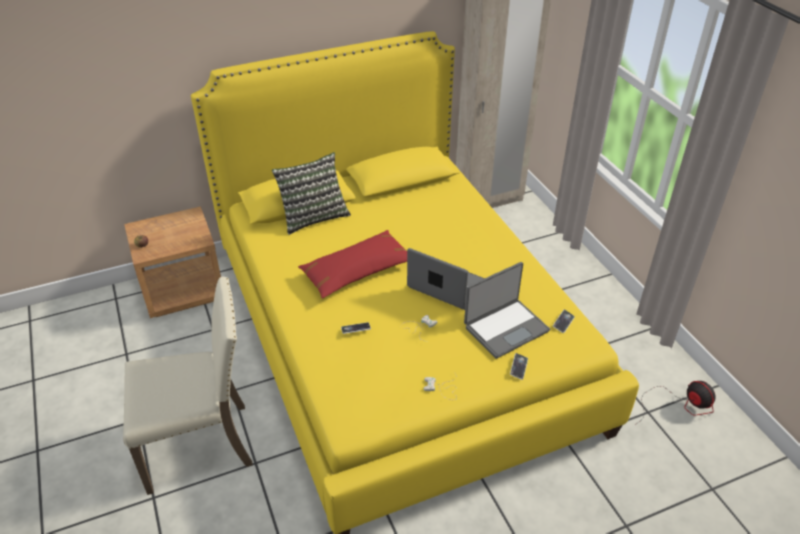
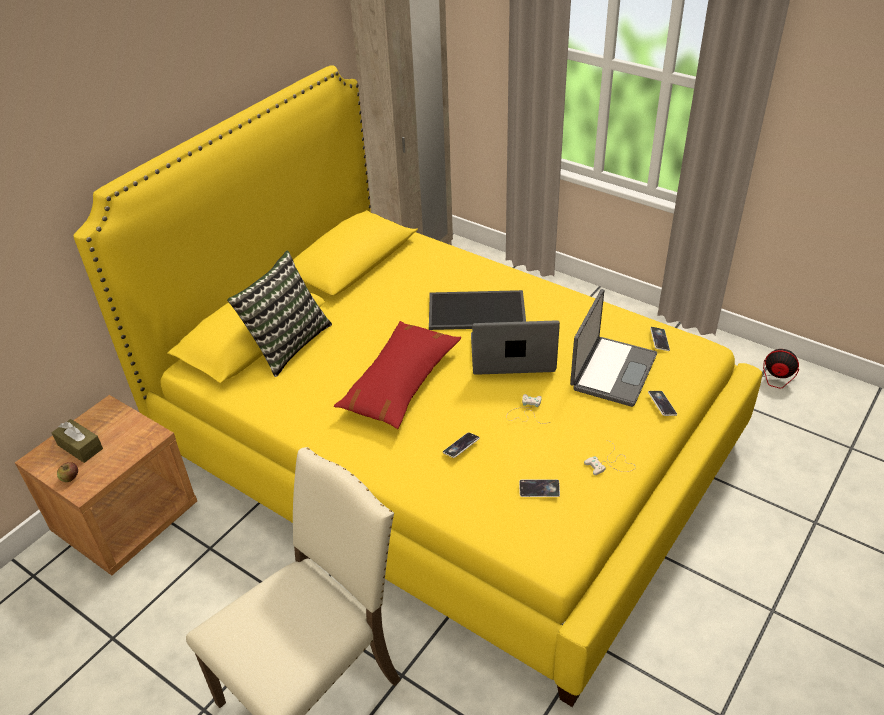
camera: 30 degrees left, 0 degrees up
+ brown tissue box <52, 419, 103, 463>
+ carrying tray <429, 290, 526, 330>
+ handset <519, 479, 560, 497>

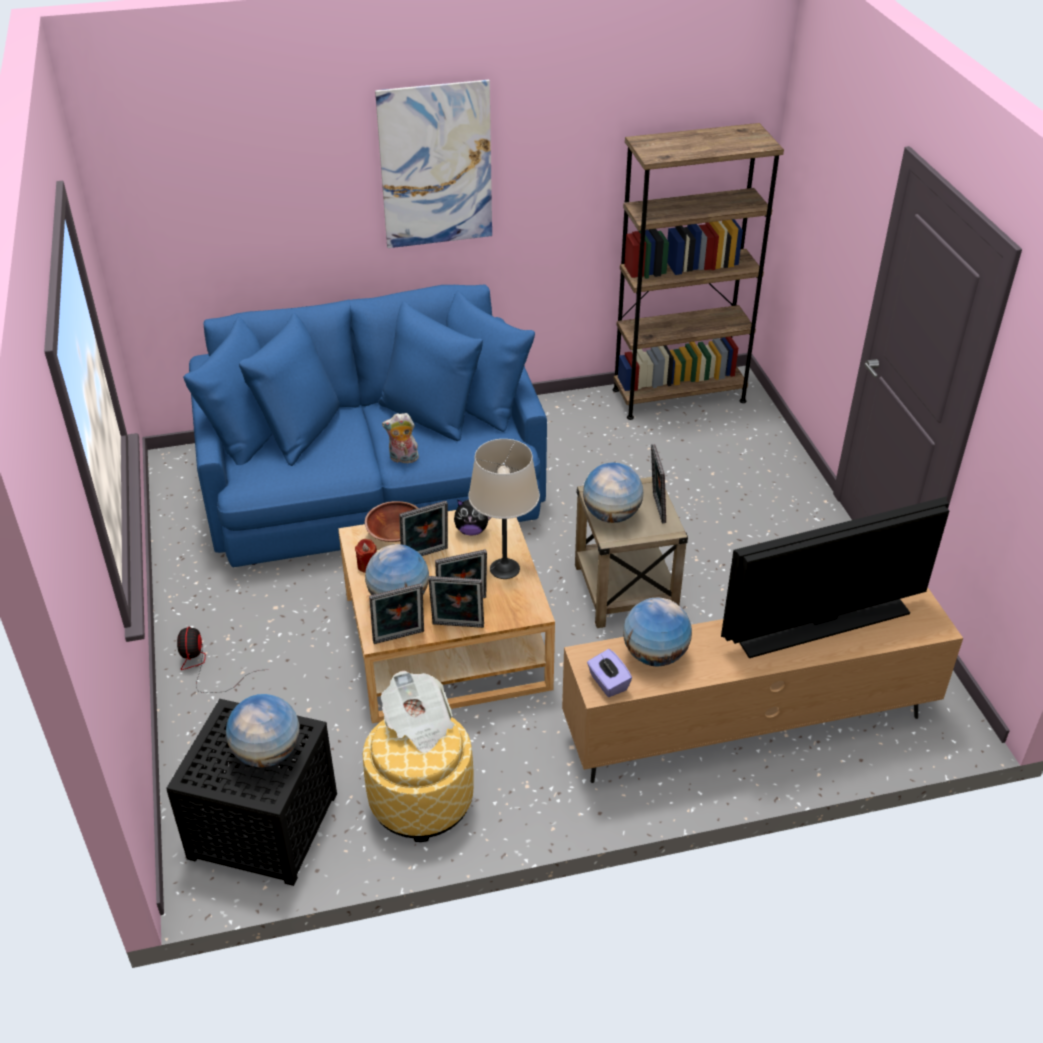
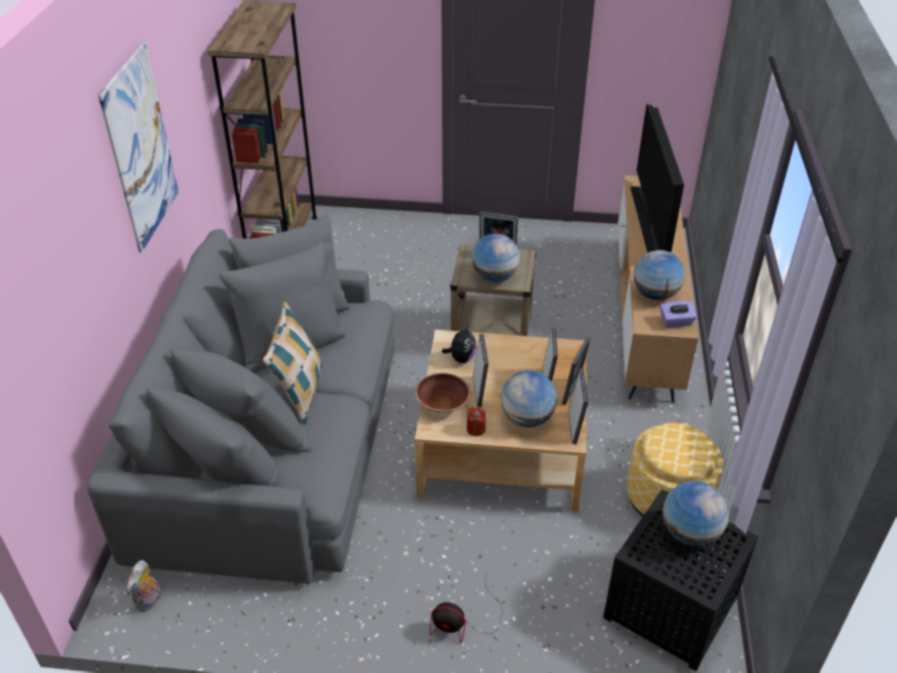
camera: 70 degrees left, 0 degrees up
- newspaper <381, 671, 454, 753>
- beige-coloured tabletop lamp <468, 439, 540, 579>
+ pillow <263, 302, 323, 425>
~ cuddly toy <382, 413, 420, 463> to <126, 560, 161, 612>
~ blue-coloured settee <183, 285, 547, 567> to gray settee <87, 215, 394, 583>

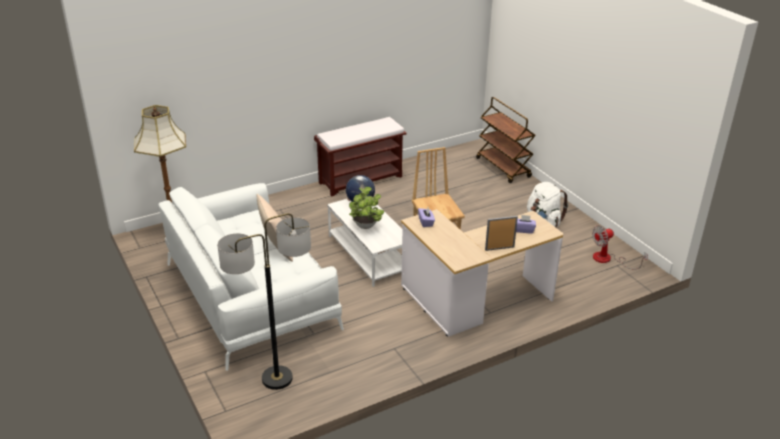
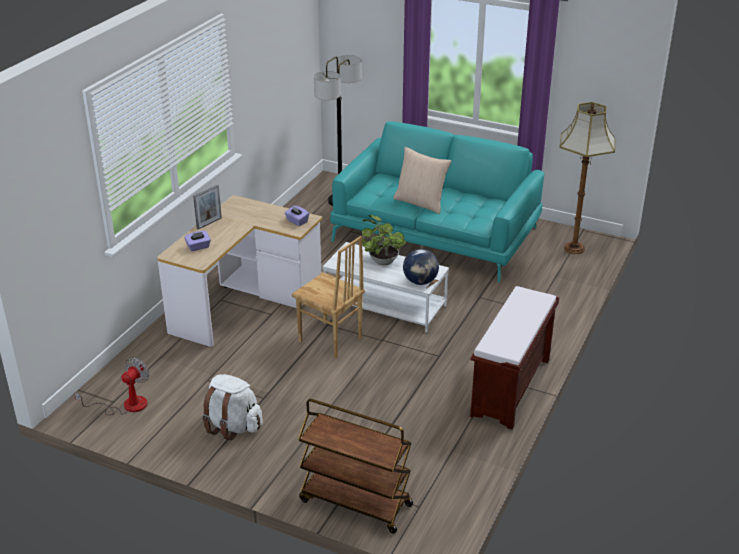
camera: 145 degrees right, 0 degrees up
~ white-coloured settee <159, 183, 344, 371> to blue-green settee <330, 121, 545, 282>

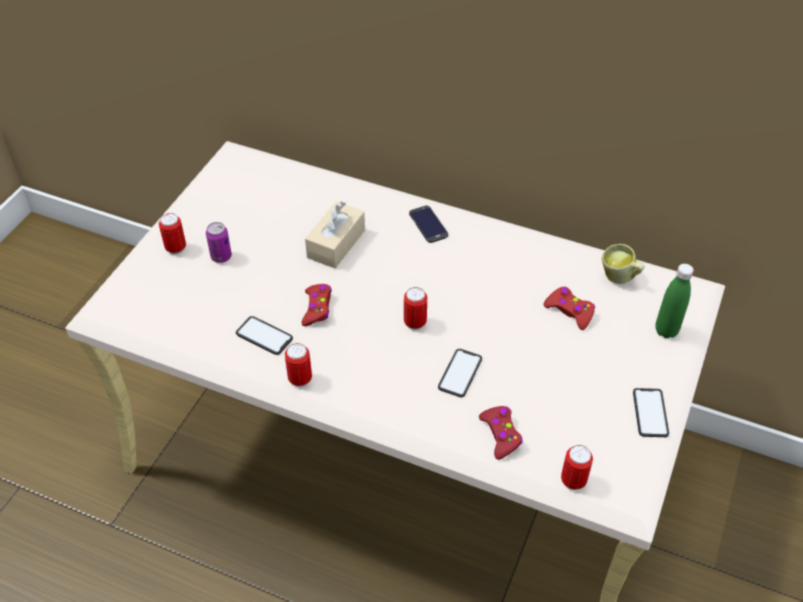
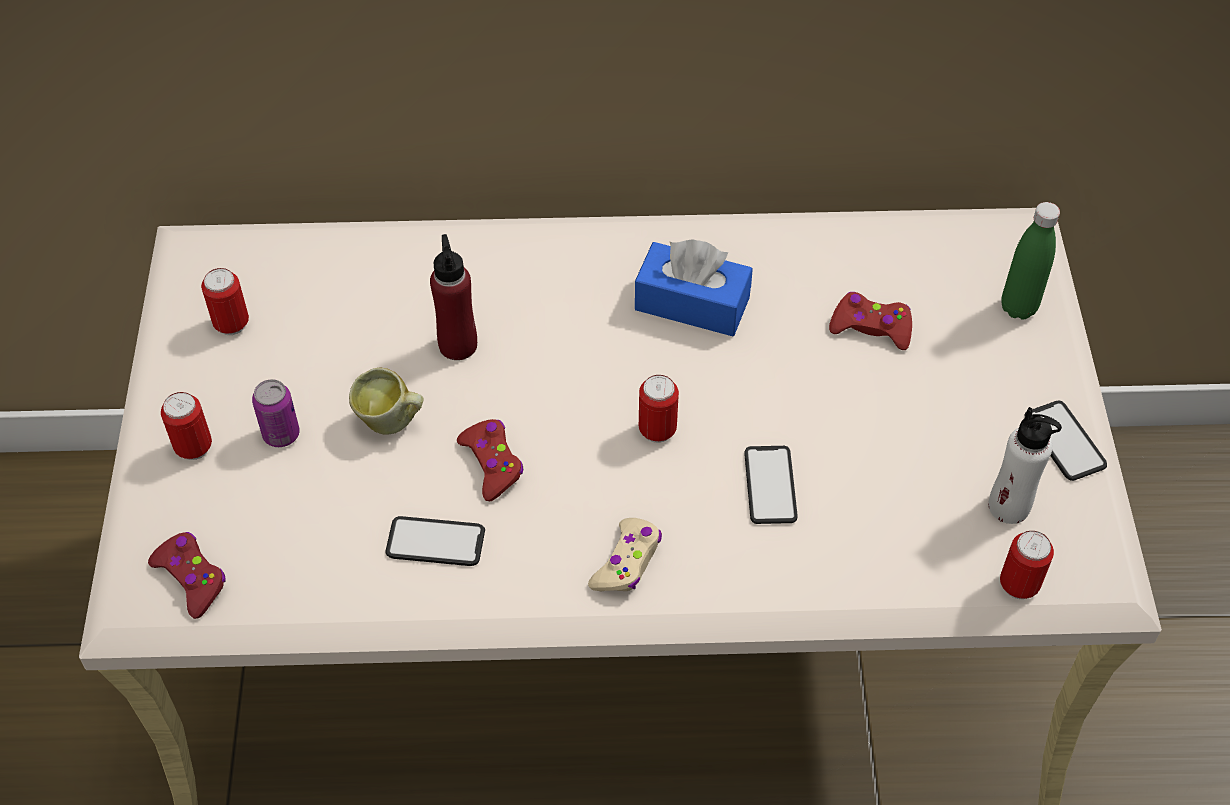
camera: 25 degrees left, 5 degrees up
- handset <409, 205, 448, 243>
+ beige-coloured game controller <588, 518, 662, 591>
+ blue-coloured tissue box <635, 239, 753, 336>
+ white-coloured bottle <988, 407, 1062, 524>
~ metal can <285, 343, 312, 387> to <201, 268, 249, 335>
~ red-coloured game controller <479, 406, 523, 460> to <148, 532, 225, 619>
~ mug <602, 244, 644, 284> to <349, 368, 424, 435>
~ beige-coloured tissue box <305, 201, 365, 269> to red-coloured bottle <430, 234, 477, 360>

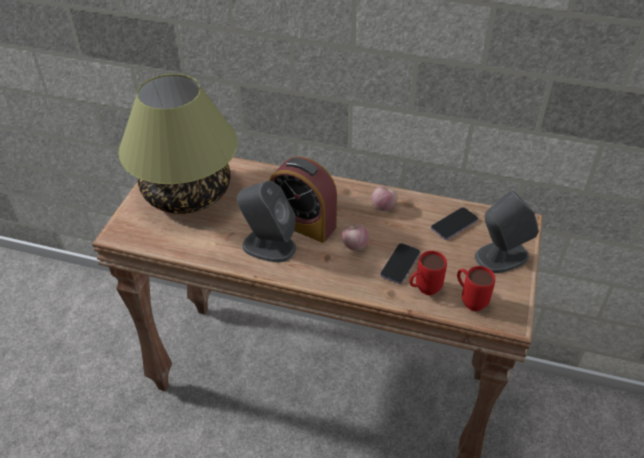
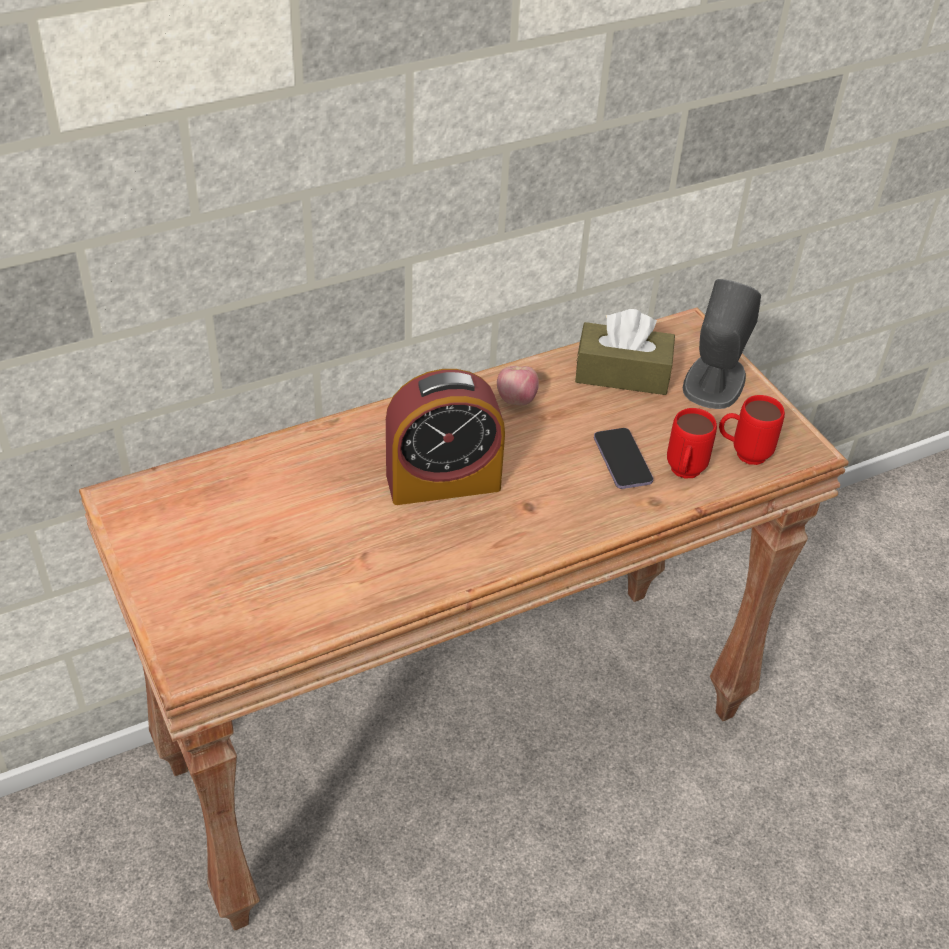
camera: 45 degrees left, 0 degrees up
- tabletop lamp <119, 74, 238, 214>
- gray loudspeaker <236, 181, 296, 262>
- apple <342, 224, 369, 250>
~ handset <431, 207, 478, 240> to brown tissue box <575, 309, 675, 395>

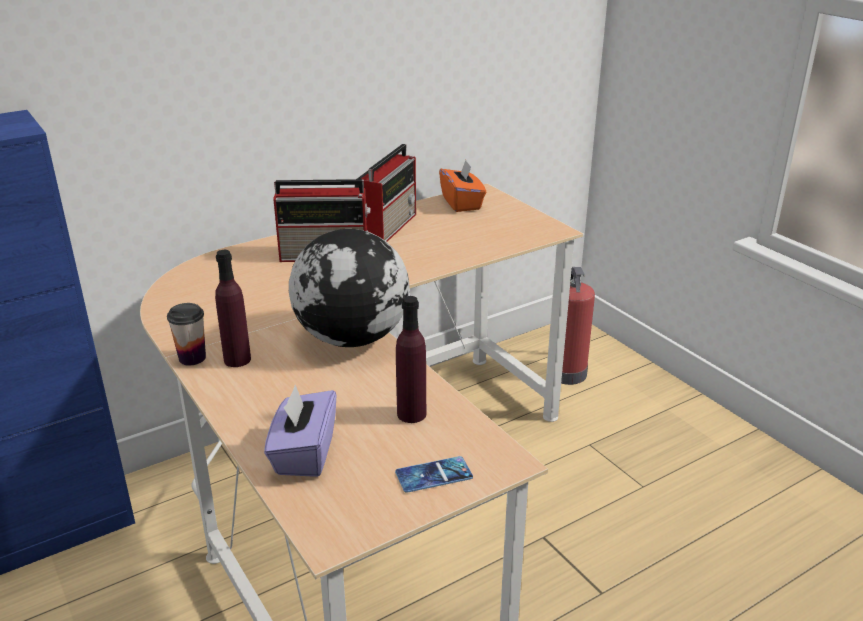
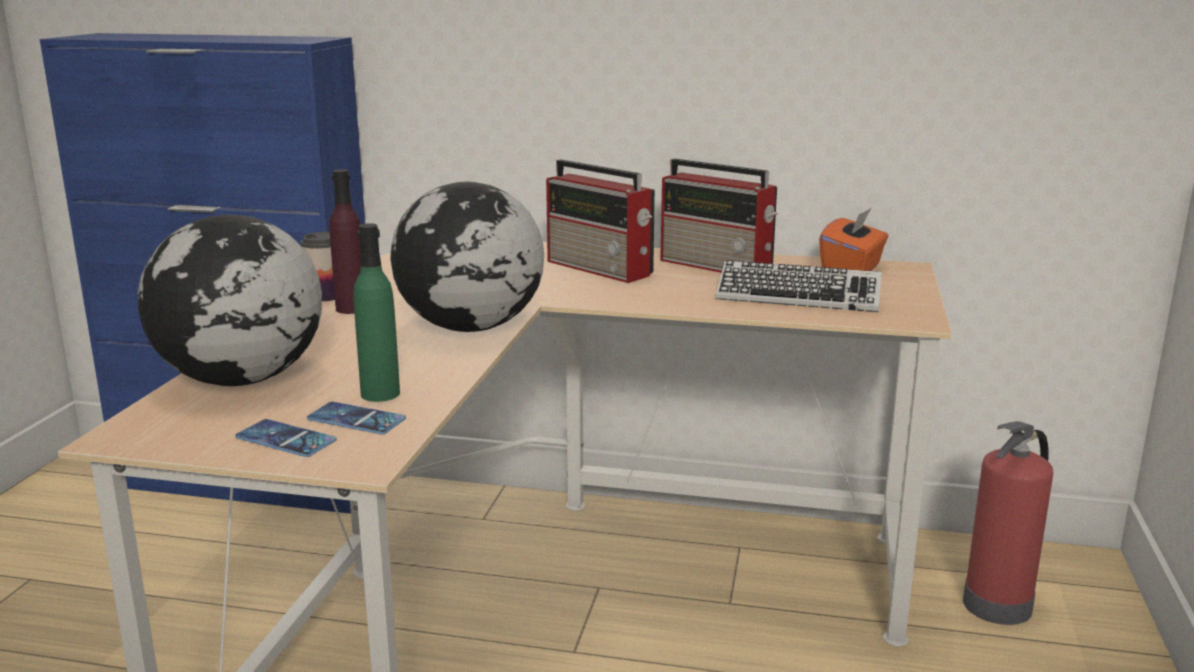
camera: 45 degrees right, 10 degrees down
+ handset <307, 402, 406, 434>
+ keyboard <716, 260, 882, 312>
~ purplish tissue box <264, 385, 336, 477> to desk globe <138, 214, 322, 386>
~ purplish bottle <396, 296, 426, 423> to greenish bottle <353, 223, 400, 402>
~ radio <355, 144, 416, 242> = <660, 159, 777, 273> 60 degrees clockwise

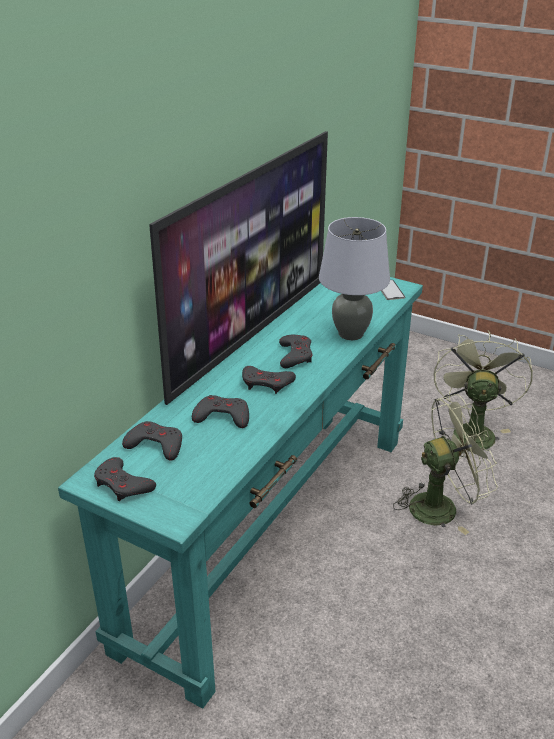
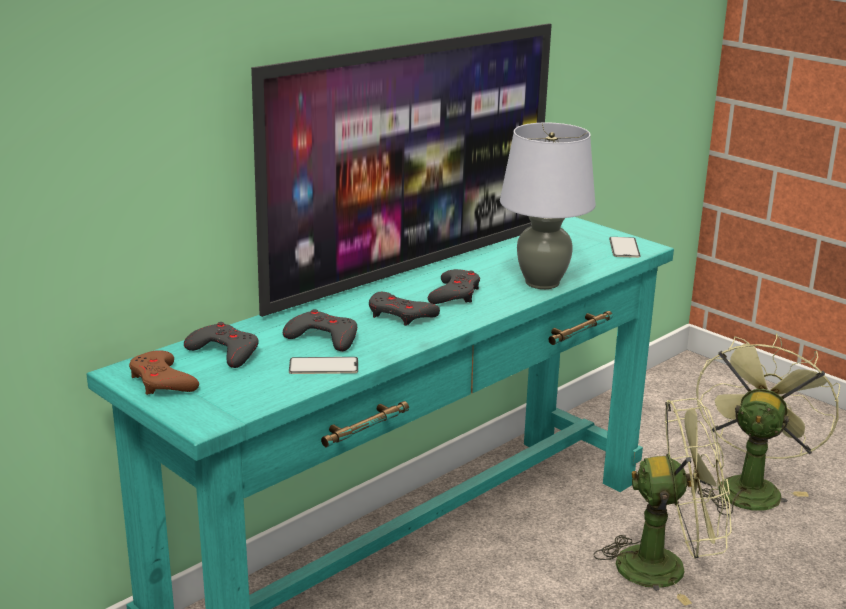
camera: 15 degrees right, 10 degrees down
+ handset <289, 357, 358, 374>
~ gray game controller <94, 457, 156, 501> to brown game controller <129, 350, 199, 395>

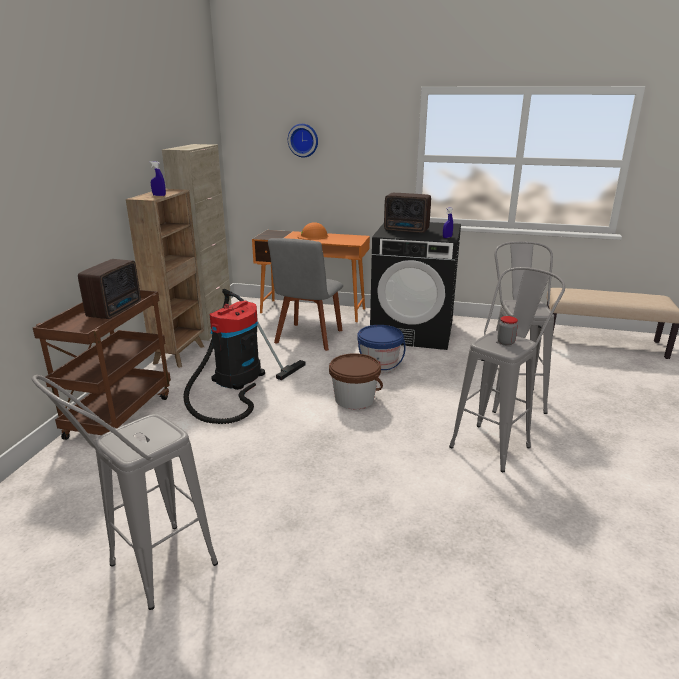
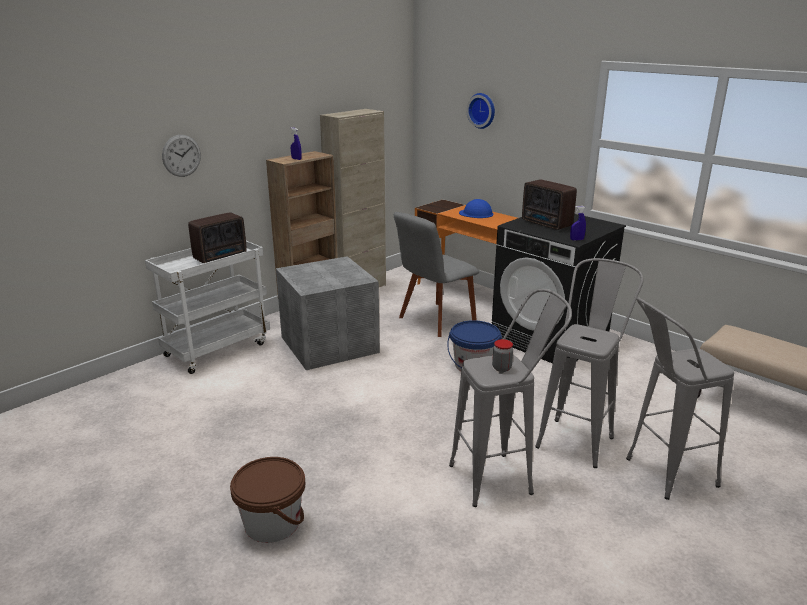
camera: 30 degrees right, 0 degrees up
+ wall clock <162, 135, 201, 177>
~ gray stool seat <32, 375, 218, 610> to <626, 297, 734, 500>
~ brown pail <329, 353, 383, 409> to <230, 457, 305, 543>
~ vacuum cleaner <183, 289, 306, 424> to gray storage container <276, 256, 380, 370>
~ brown wheeled cart <33, 290, 171, 440> to white-coloured wheeled cart <145, 241, 270, 374>
~ orange hard hat <297, 222, 329, 240> to blue-coloured hard hat <459, 199, 494, 218>

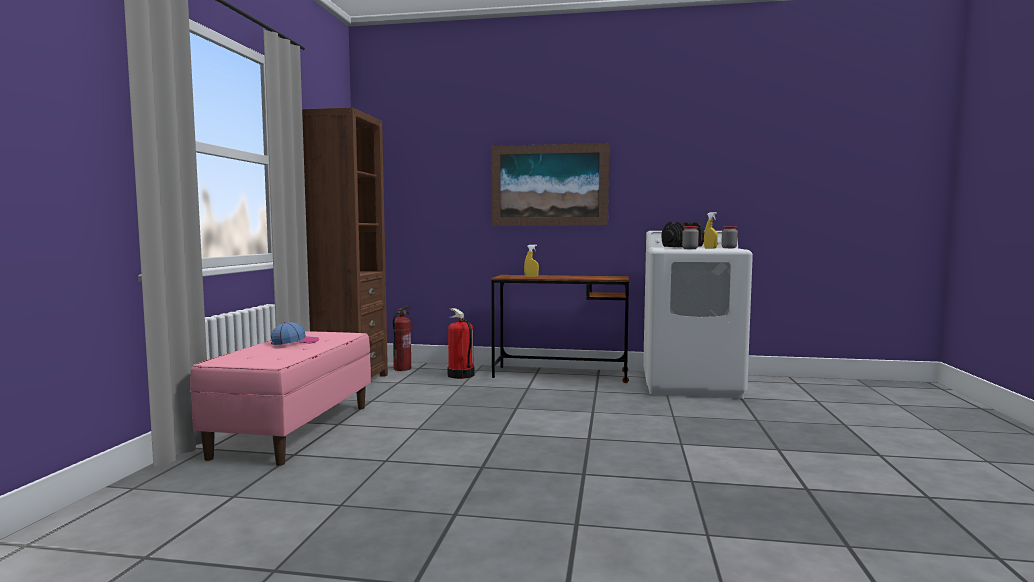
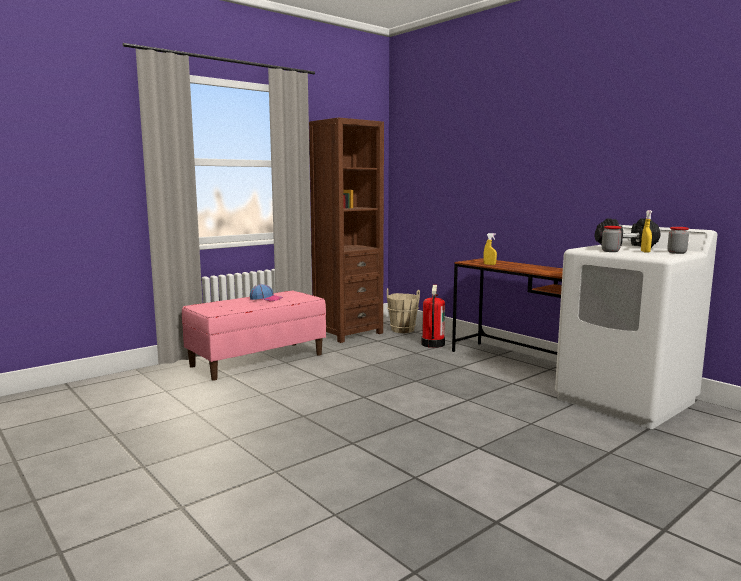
camera: 40 degrees right, 5 degrees up
- wall art <491, 143, 609, 226>
~ extinguisher <393, 306, 411, 371> to beige-coloured pail <387, 288, 420, 333>

